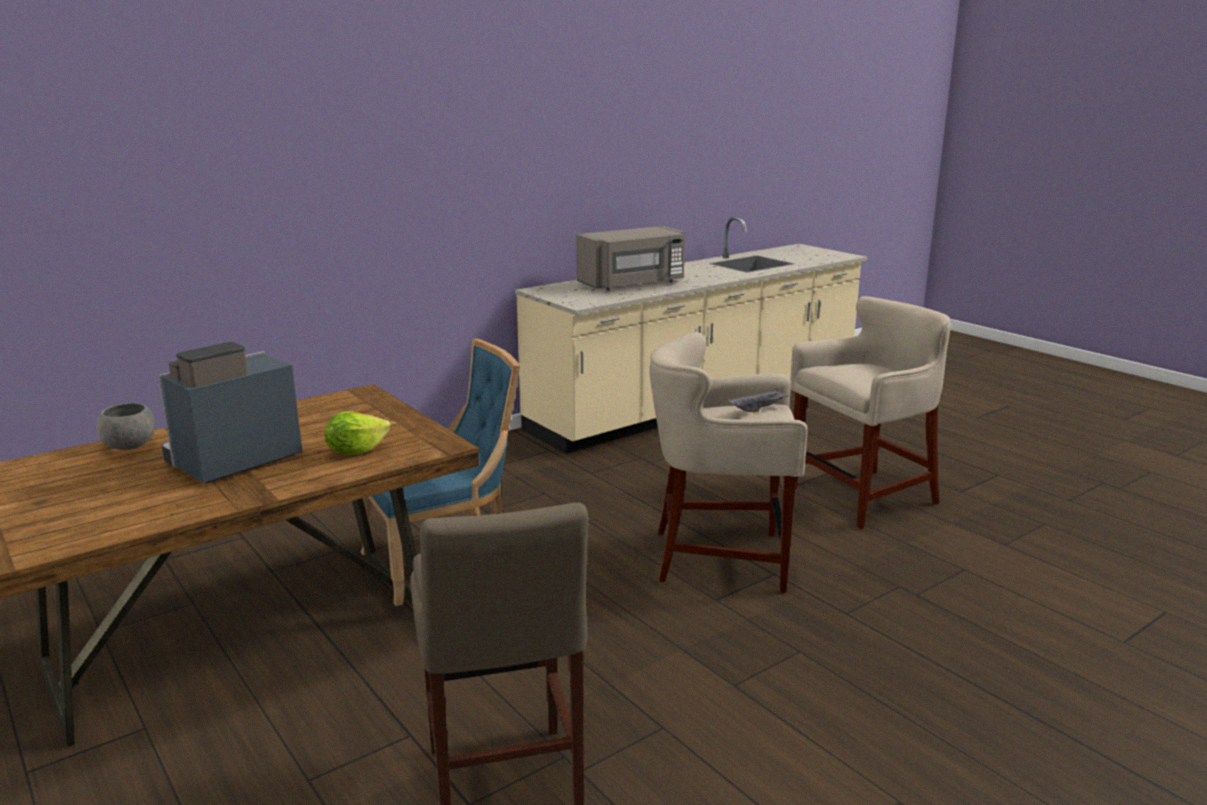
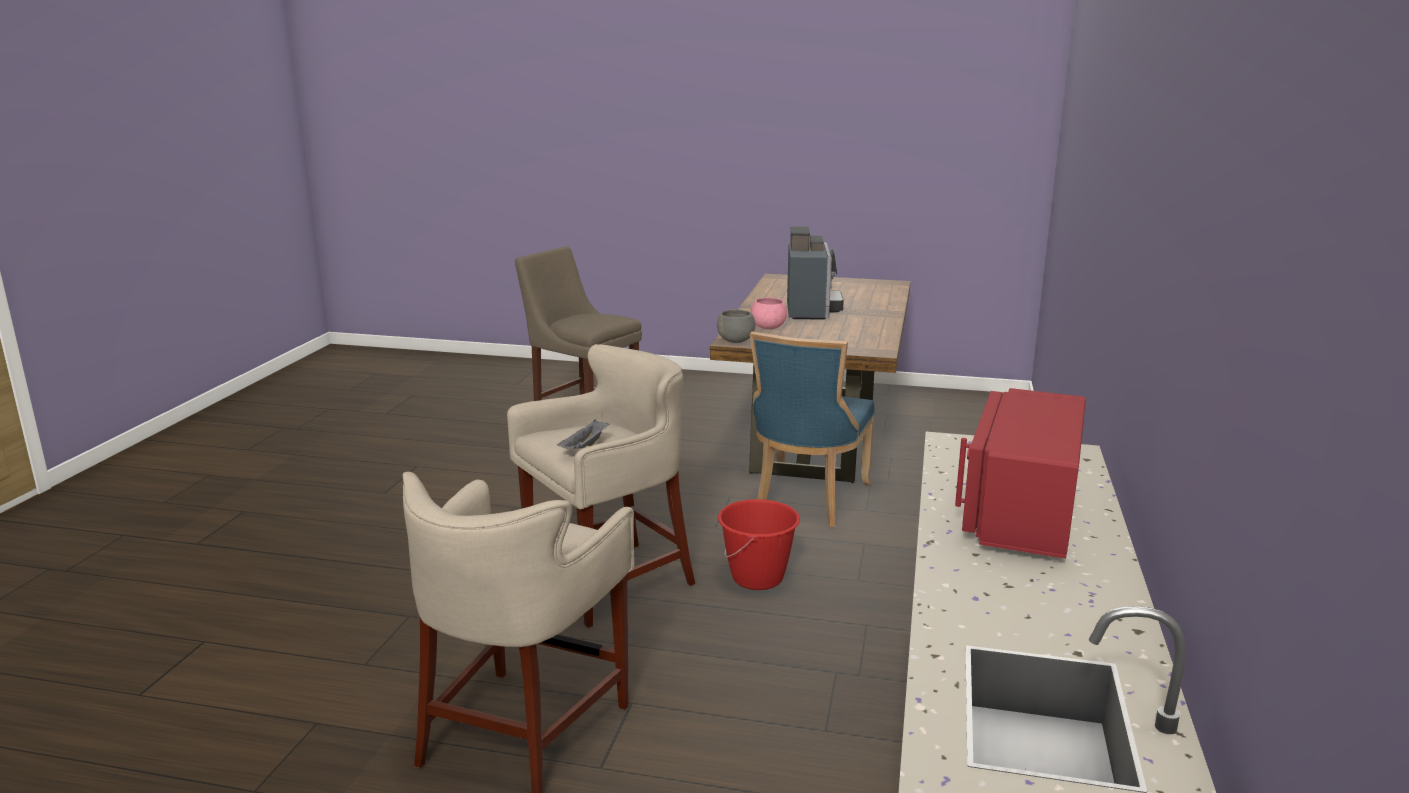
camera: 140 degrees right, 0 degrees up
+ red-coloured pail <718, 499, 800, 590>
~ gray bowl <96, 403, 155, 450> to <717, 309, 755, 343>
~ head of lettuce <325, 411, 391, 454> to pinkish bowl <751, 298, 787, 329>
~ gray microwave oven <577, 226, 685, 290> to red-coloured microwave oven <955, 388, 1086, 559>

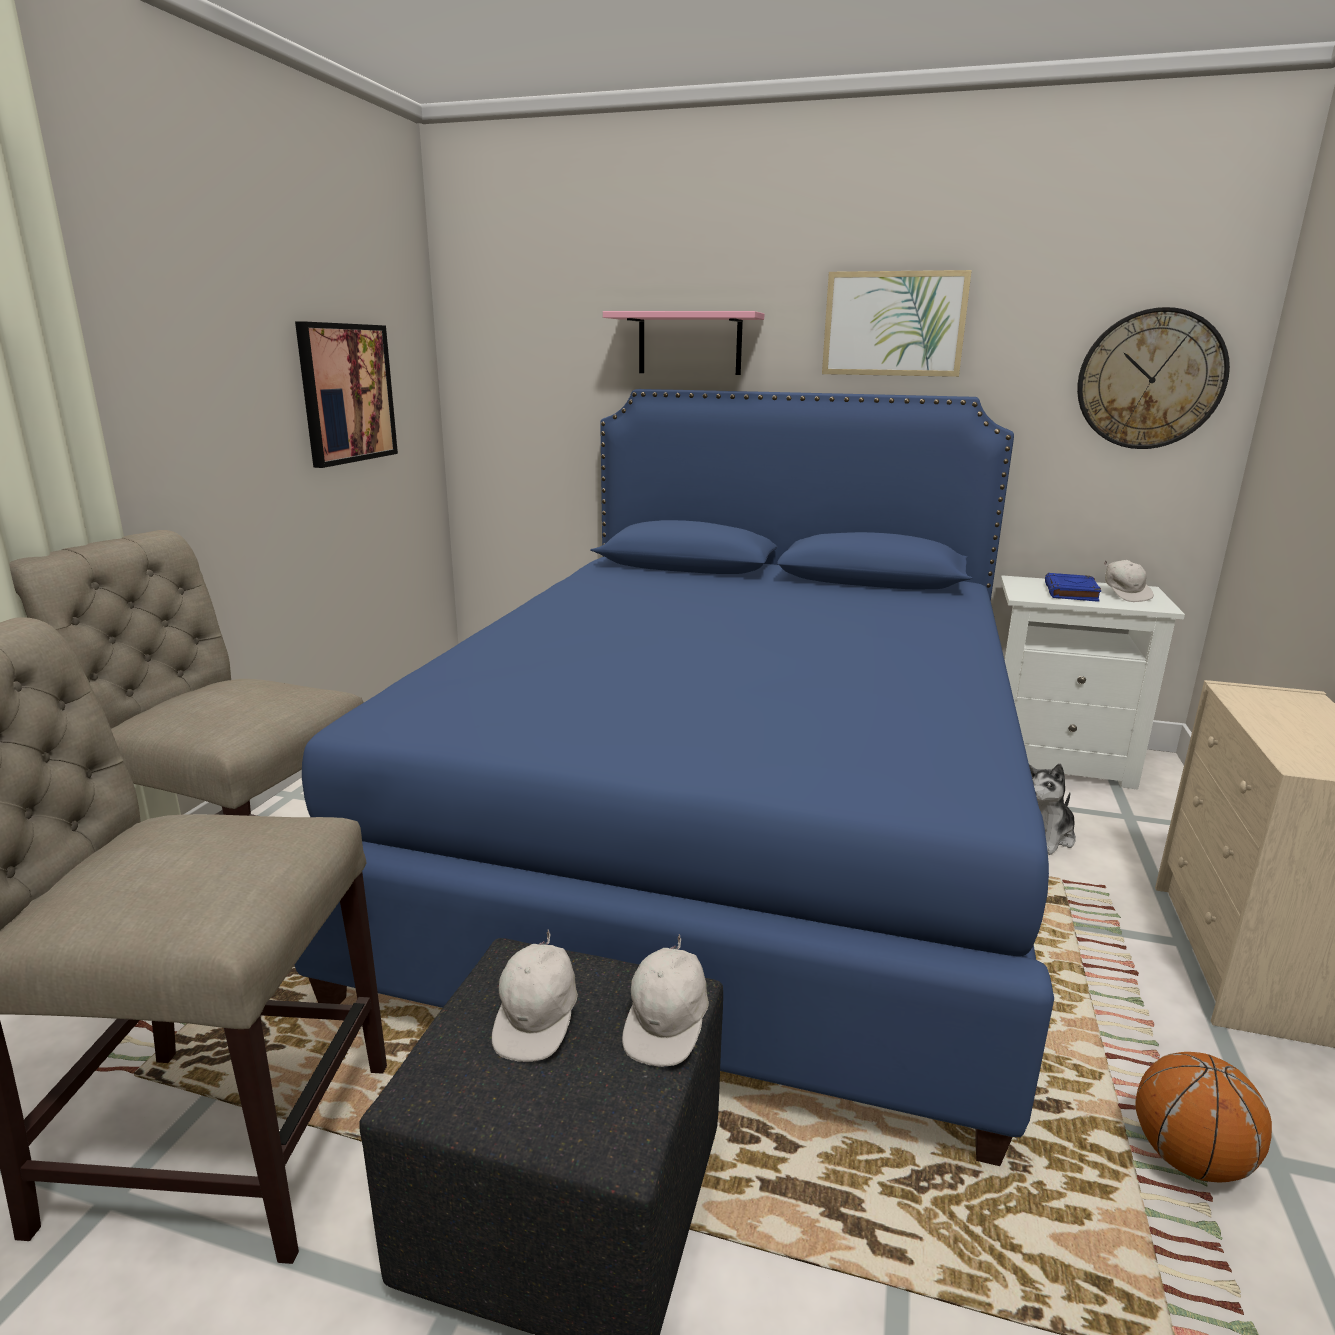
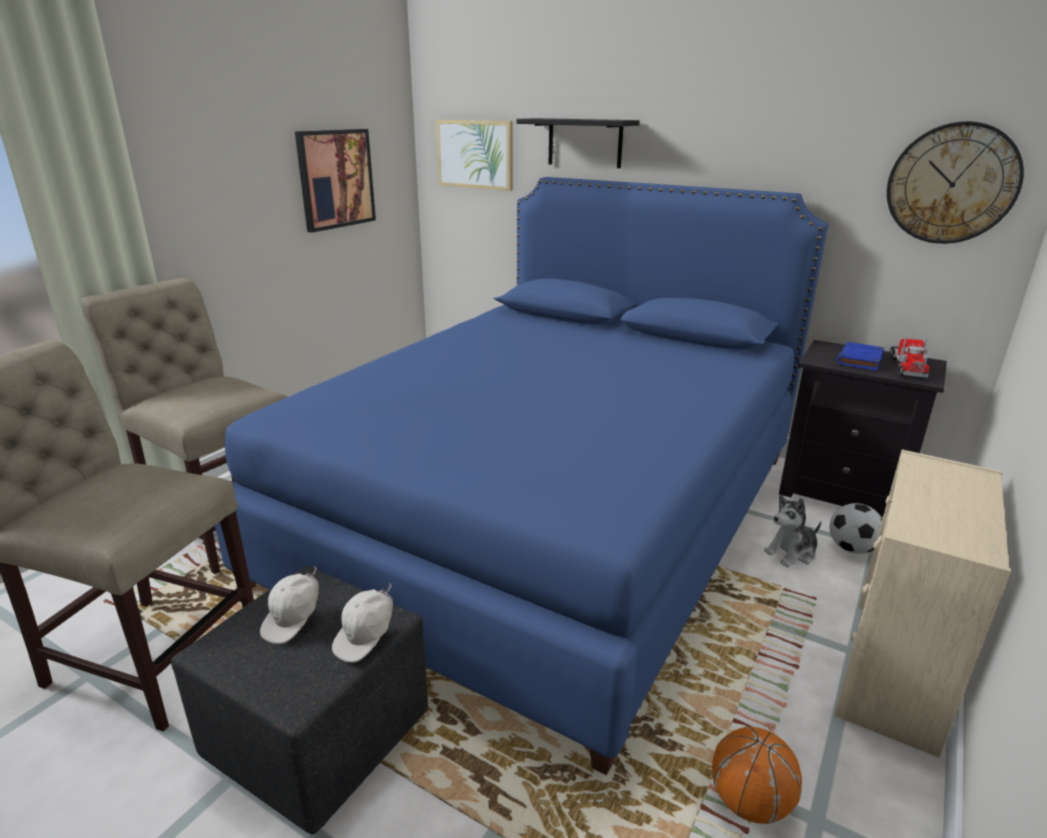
camera: 15 degrees right, 5 degrees up
+ football <830, 503, 882, 554>
~ wall art <822, 270, 972, 377> to <436, 120, 513, 191>
~ white-coloured cap <1104, 560, 1154, 602> to toy lorry <890, 337, 930, 379>
~ pinkish wall shelf <603, 311, 764, 375> to black wall shelf <517, 118, 640, 168>
~ white-coloured nightstand <1001, 575, 1185, 790> to black nightstand <779, 340, 947, 517>

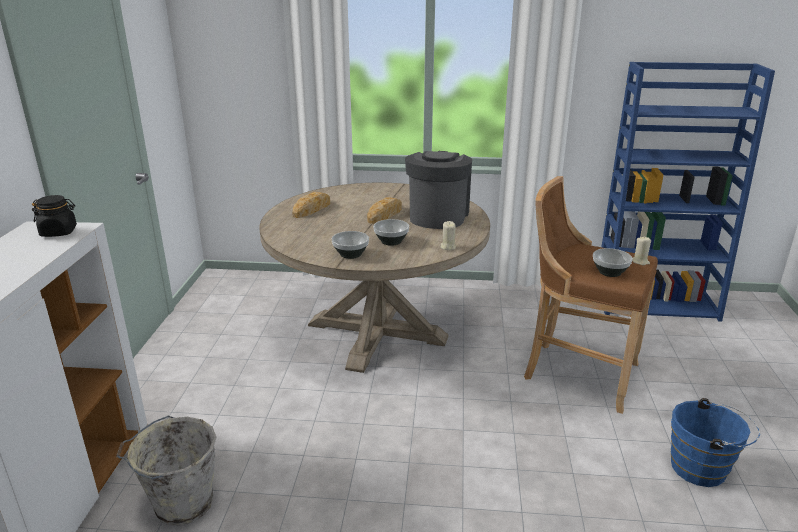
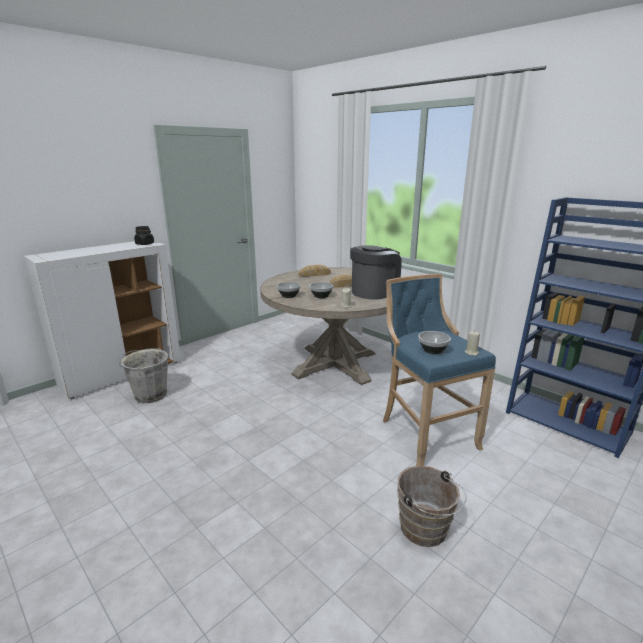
camera: 40 degrees right, 5 degrees down
~ brown stool seat <524, 176, 658, 414> to blue-coloured stool seat <383, 274, 496, 466>
~ blue-coloured pail <671, 398, 760, 487> to brown pail <397, 466, 467, 547>

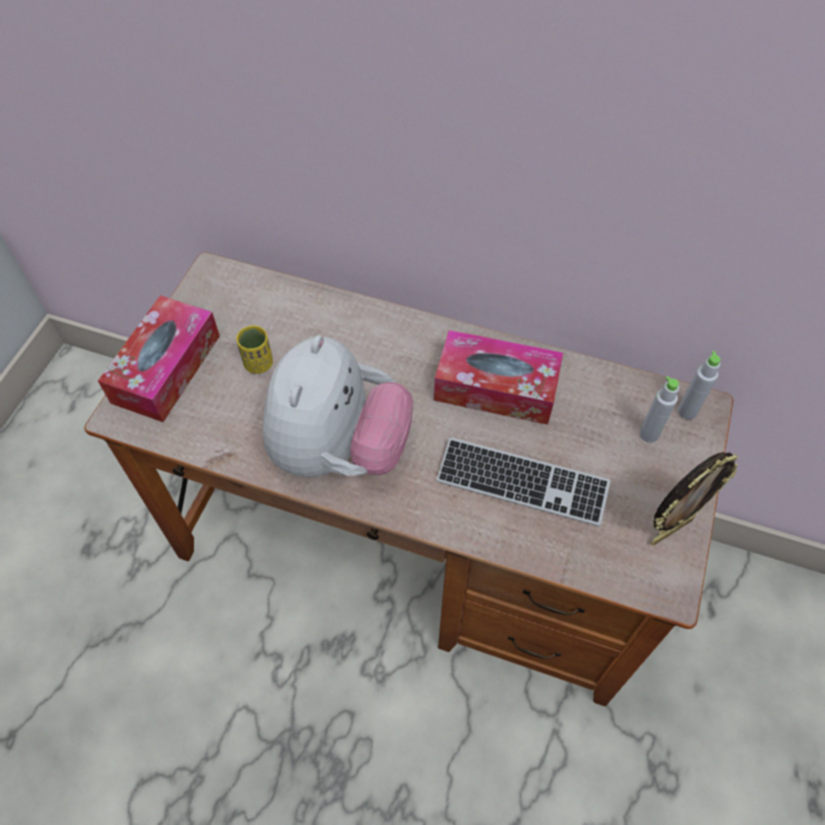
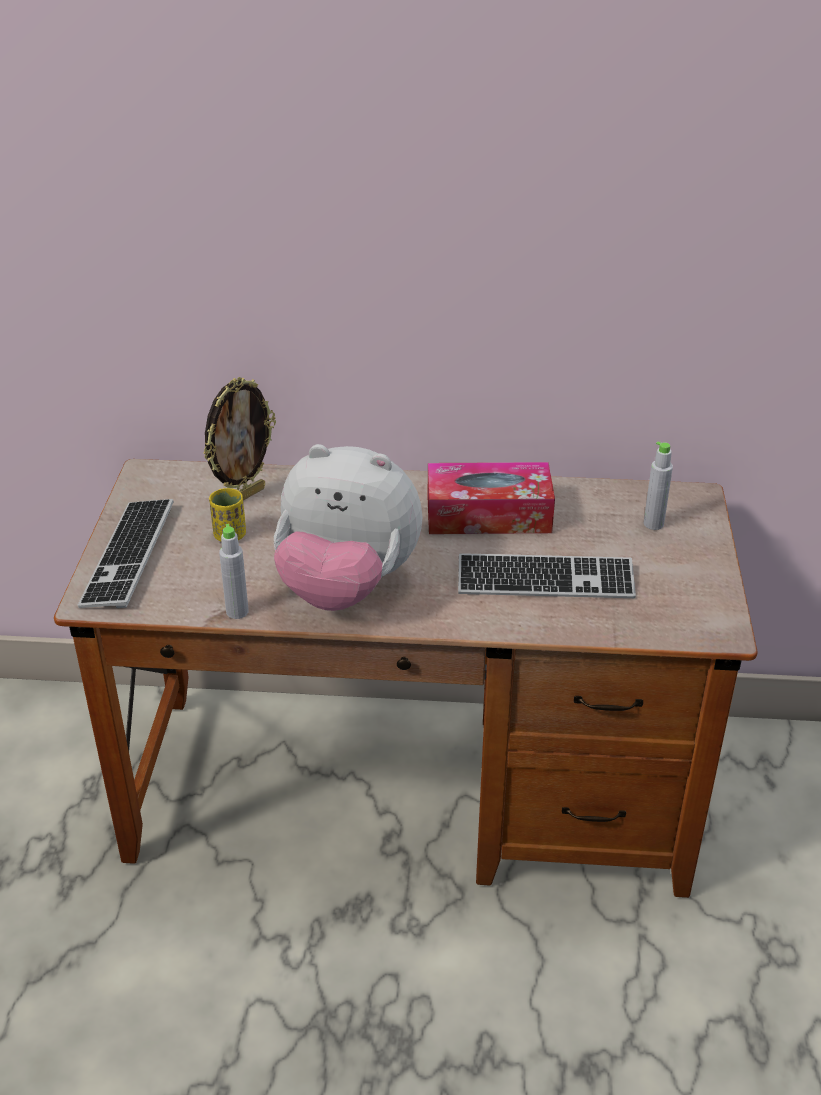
camera: 15 degrees left, 20 degrees down
~ picture frame <650, 452, 738, 545> to <203, 377, 276, 500>
~ gray bottle <678, 351, 720, 420> to <219, 524, 249, 619>
~ tissue box <98, 295, 220, 422> to keyboard <78, 499, 174, 608>
~ cuddly toy <263, 335, 413, 477> = <274, 444, 423, 611> 105 degrees clockwise

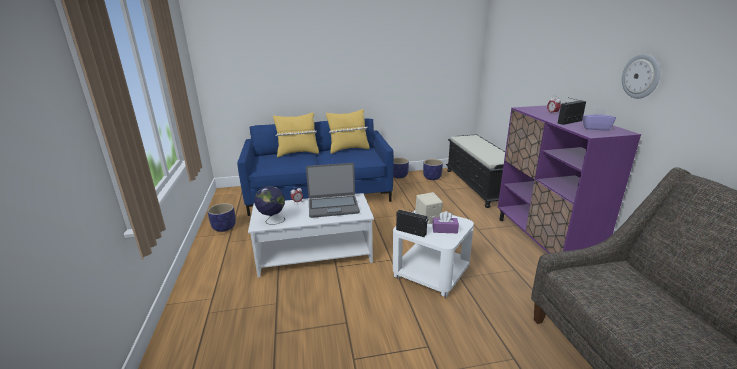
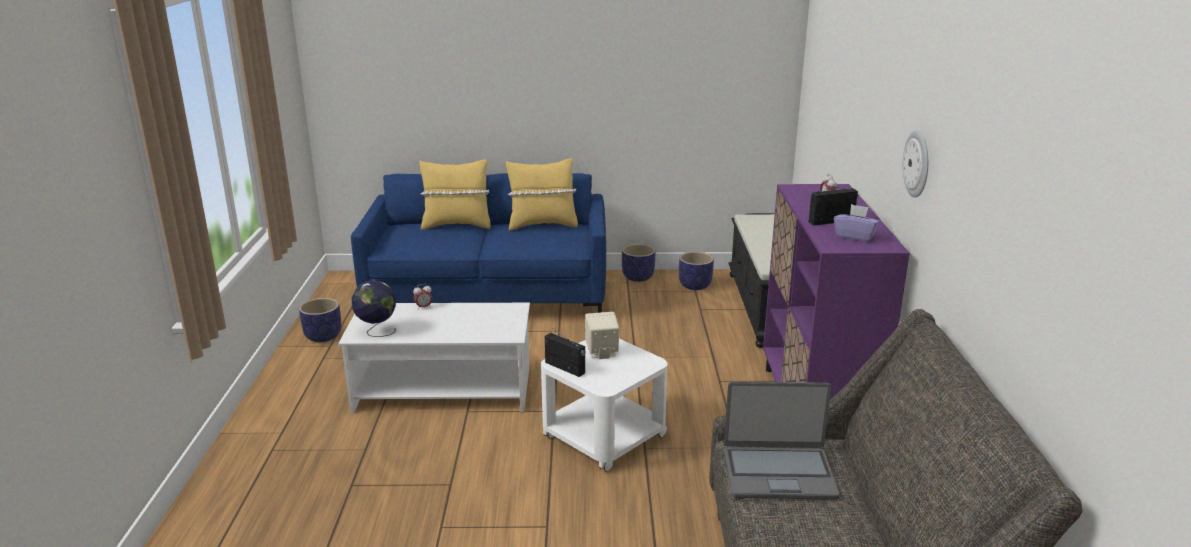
camera: 10 degrees right, 0 degrees up
- purplish tissue box <433, 211, 459, 233>
~ laptop <306, 163, 360, 218> to <724, 382, 840, 500>

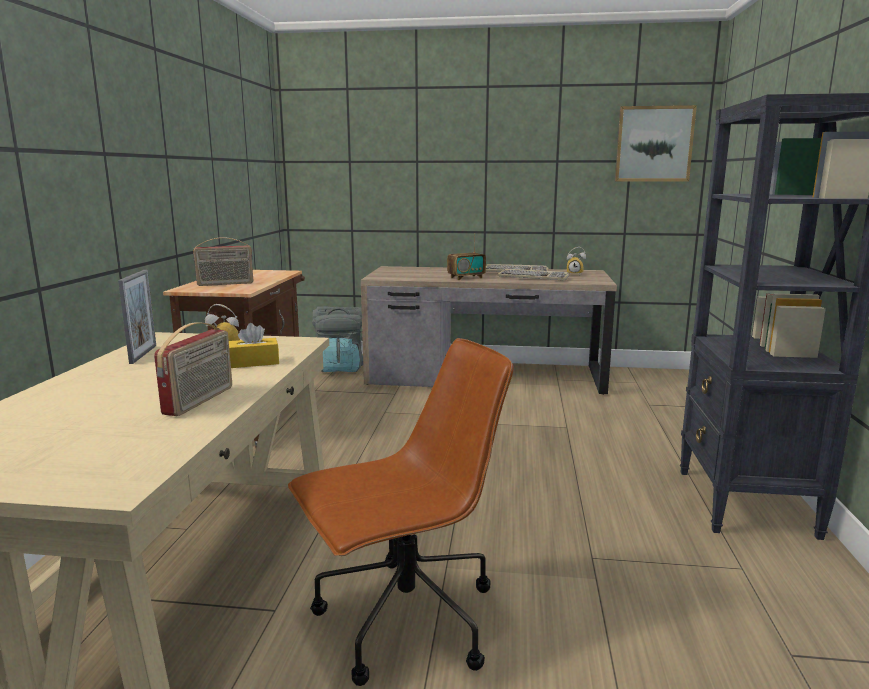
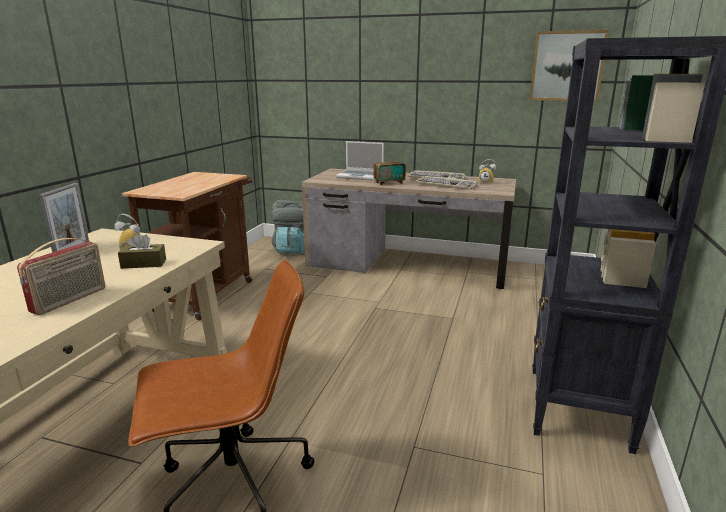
camera: 10 degrees right, 5 degrees up
- radio <193, 237, 253, 286>
+ laptop <336, 141, 384, 181>
~ yellow-coloured tissue box <229, 323, 279, 368> to brown tissue box <118, 233, 166, 269>

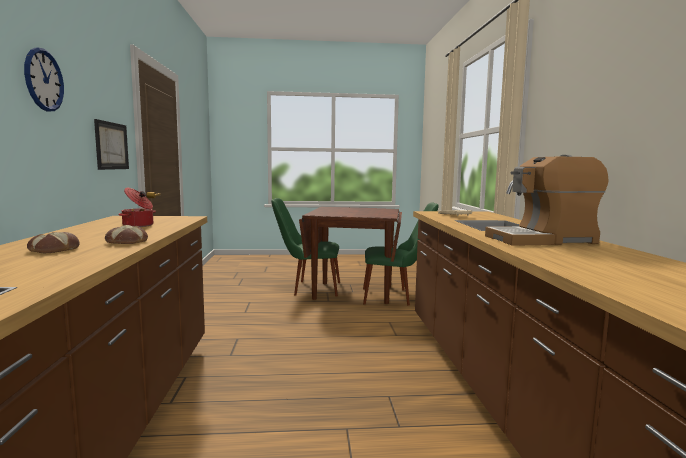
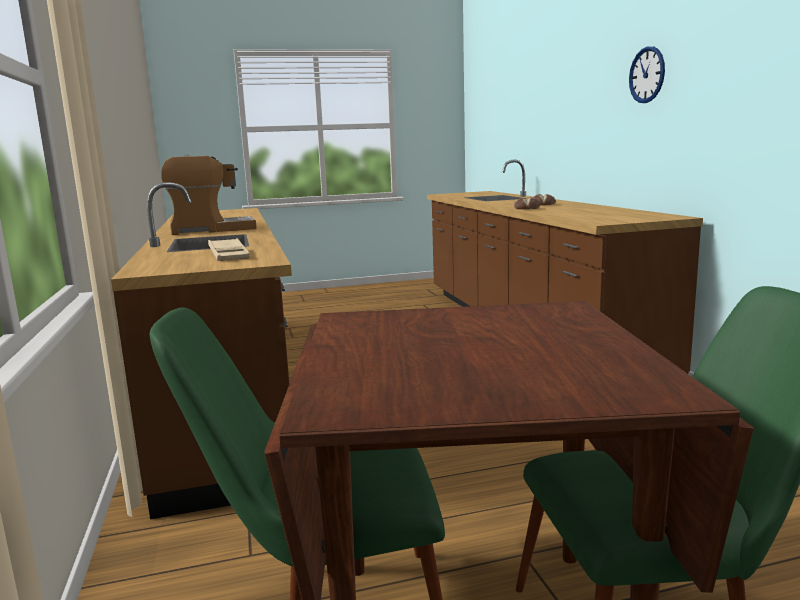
camera: 170 degrees right, 5 degrees up
- wall art <94, 119, 129, 170>
- stockpot <118, 188, 156, 227>

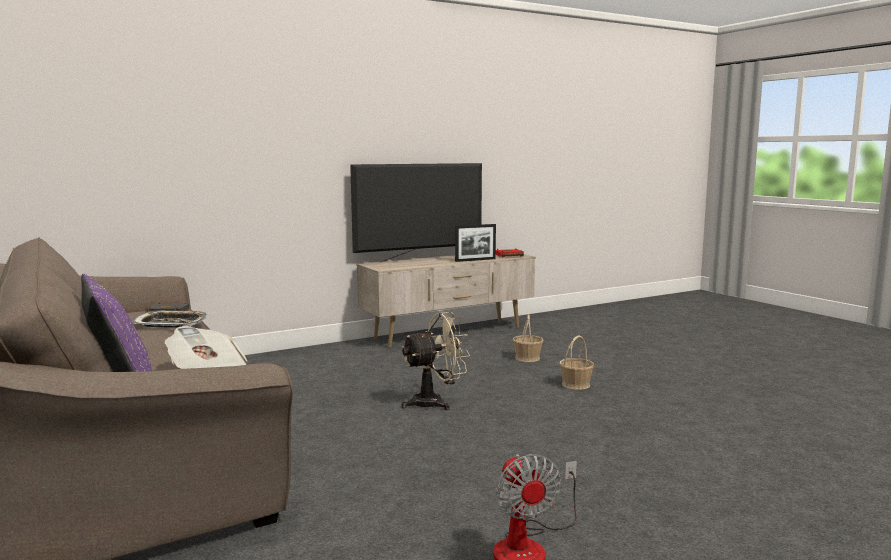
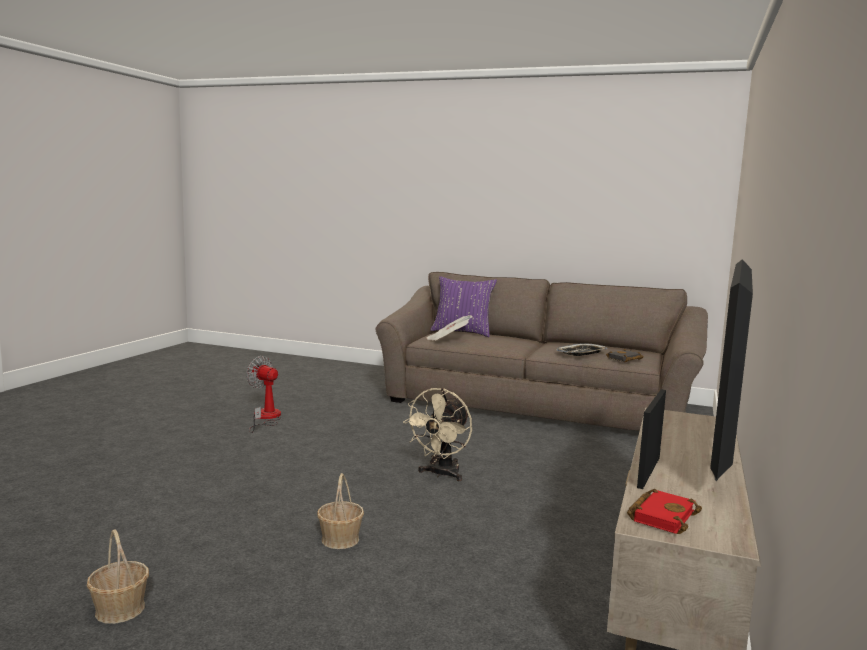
camera: 140 degrees right, 0 degrees up
~ storage basket <513, 314, 544, 362> to <87, 529, 149, 624>

